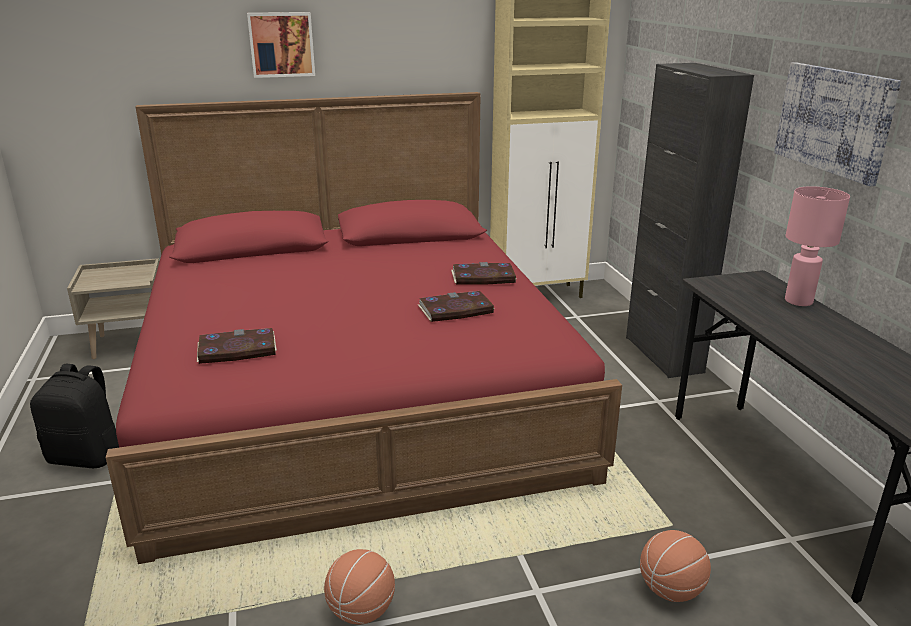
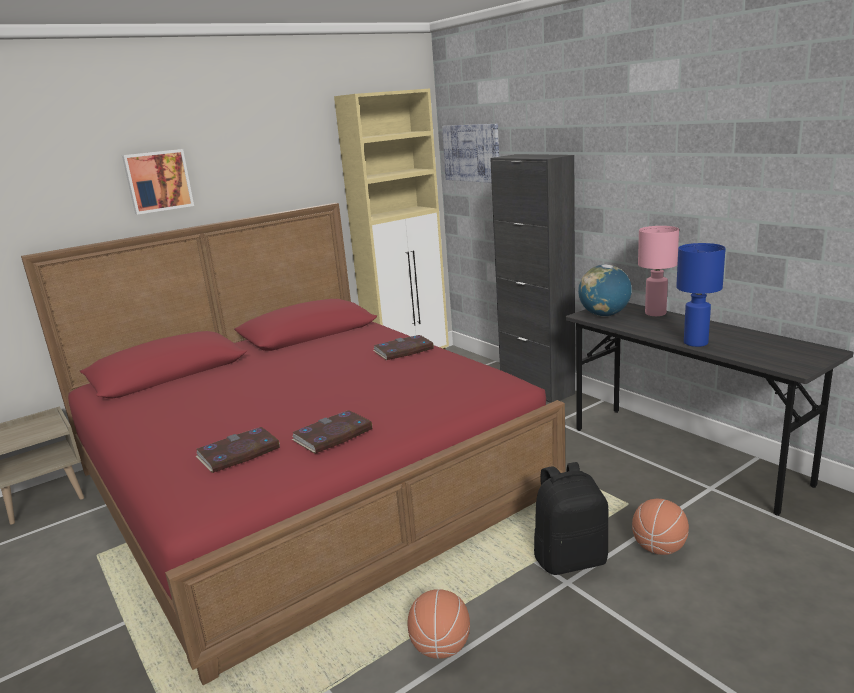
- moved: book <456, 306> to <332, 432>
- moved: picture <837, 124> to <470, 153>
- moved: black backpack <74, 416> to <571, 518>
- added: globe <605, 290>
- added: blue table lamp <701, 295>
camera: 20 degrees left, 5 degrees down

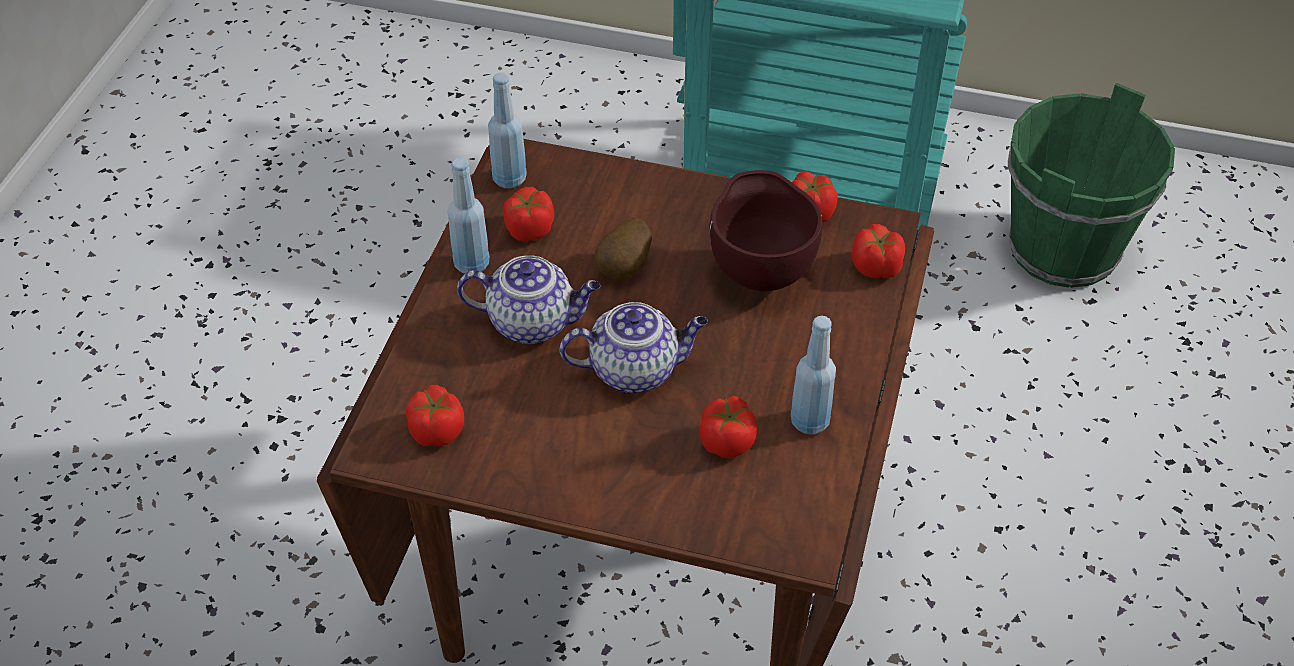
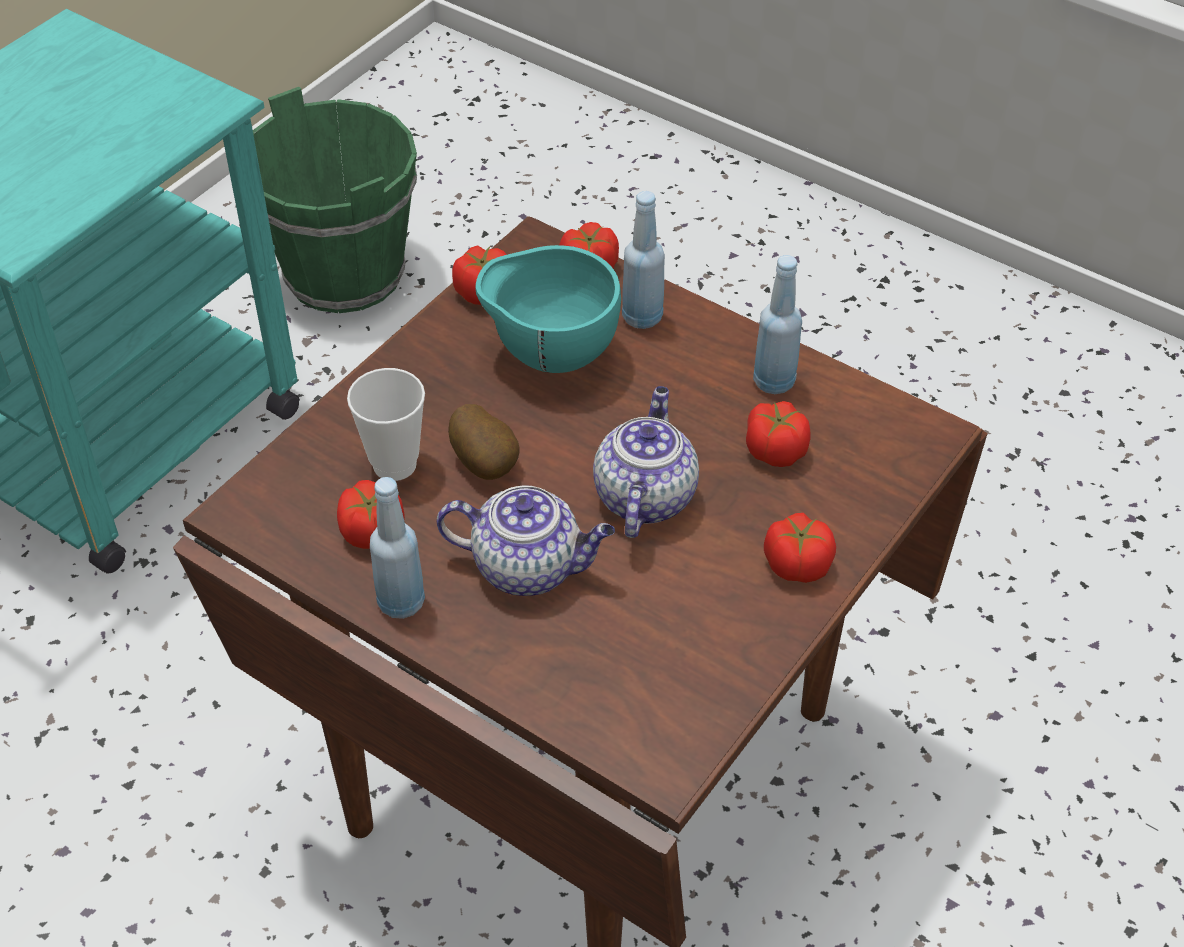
- added: cup <386, 424>
- turned: teapot <529, 299> = <526, 540> 75 degrees clockwise
- recoloured: brown bowl <766, 230> to turquoise bowl <548, 309>
- moved: blue bottle <507, 130> to <643, 260>
- moved: tomato <435, 416> to <800, 548>
camera: 70 degrees left, 0 degrees up

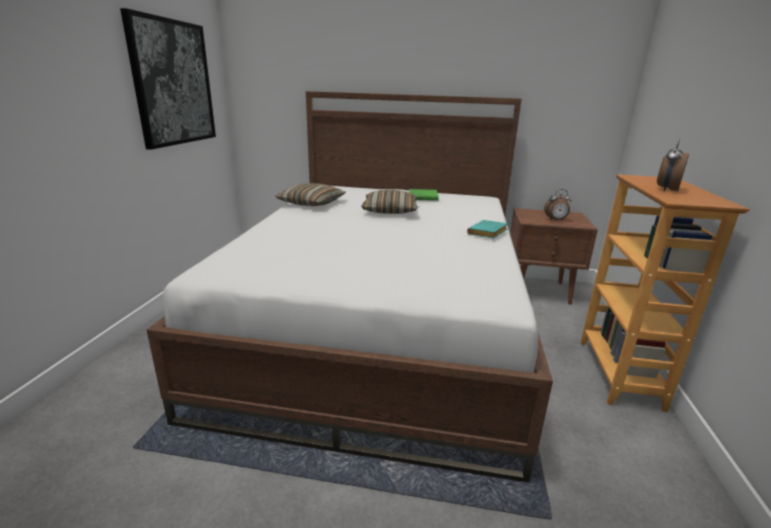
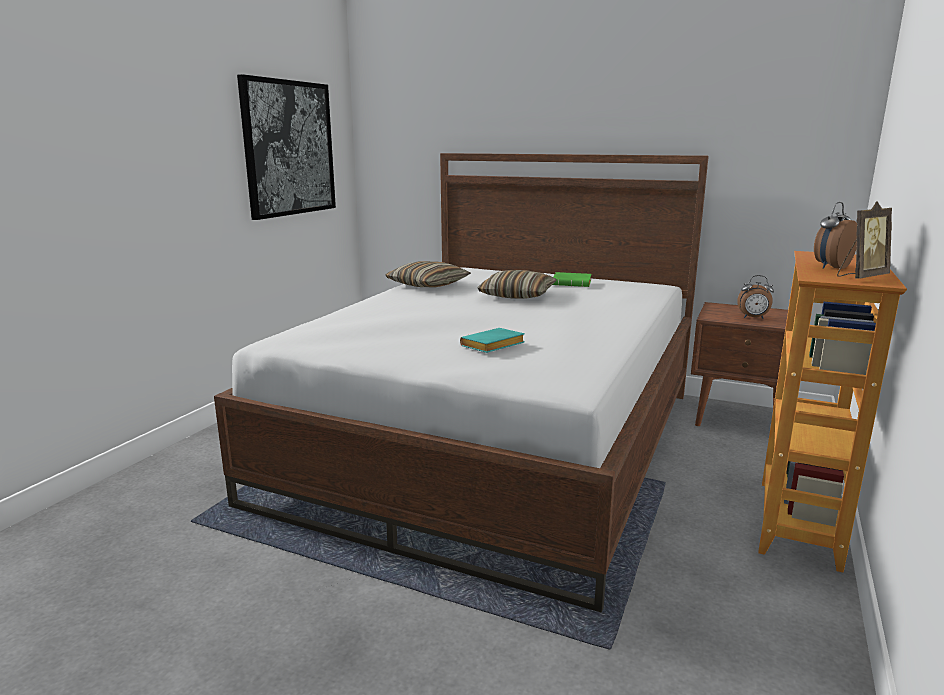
- moved: turquoise book <487, 229> to <492, 340>
- added: picture frame <864, 240>
camera: 15 degrees right, 5 degrees down

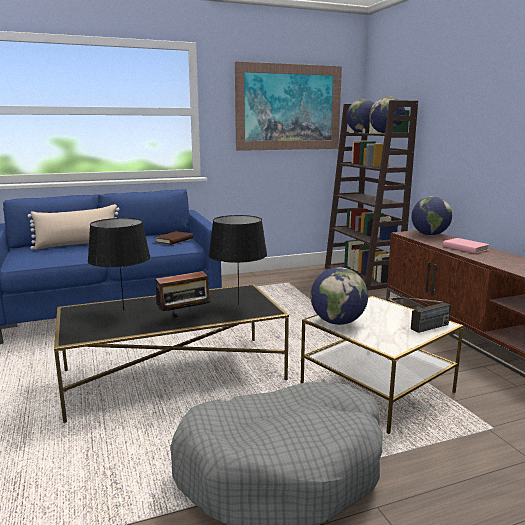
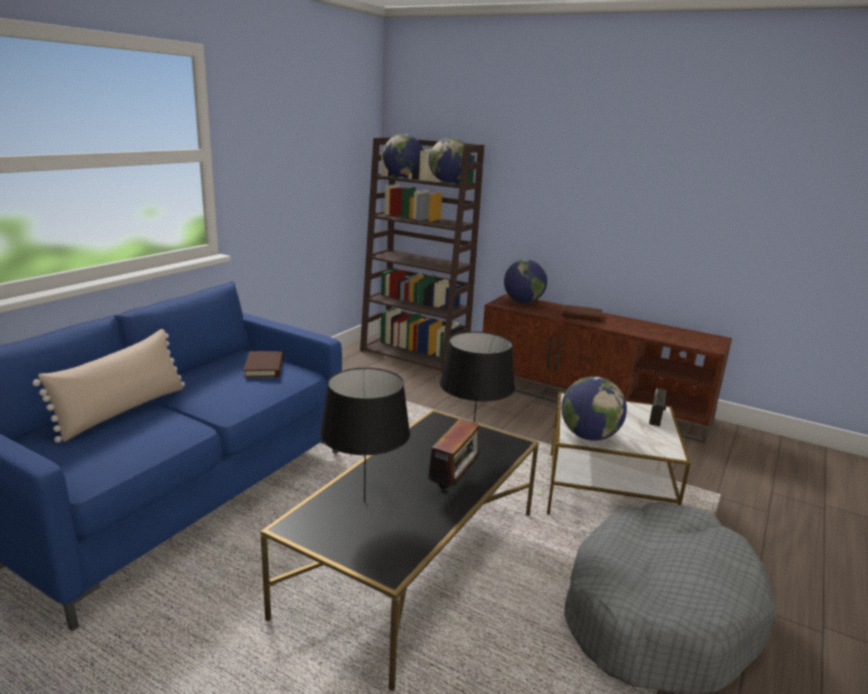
- recoloured: pink book <466, 246> to brown book <582, 313>
- removed: picture <288, 106>
camera: 40 degrees left, 5 degrees up

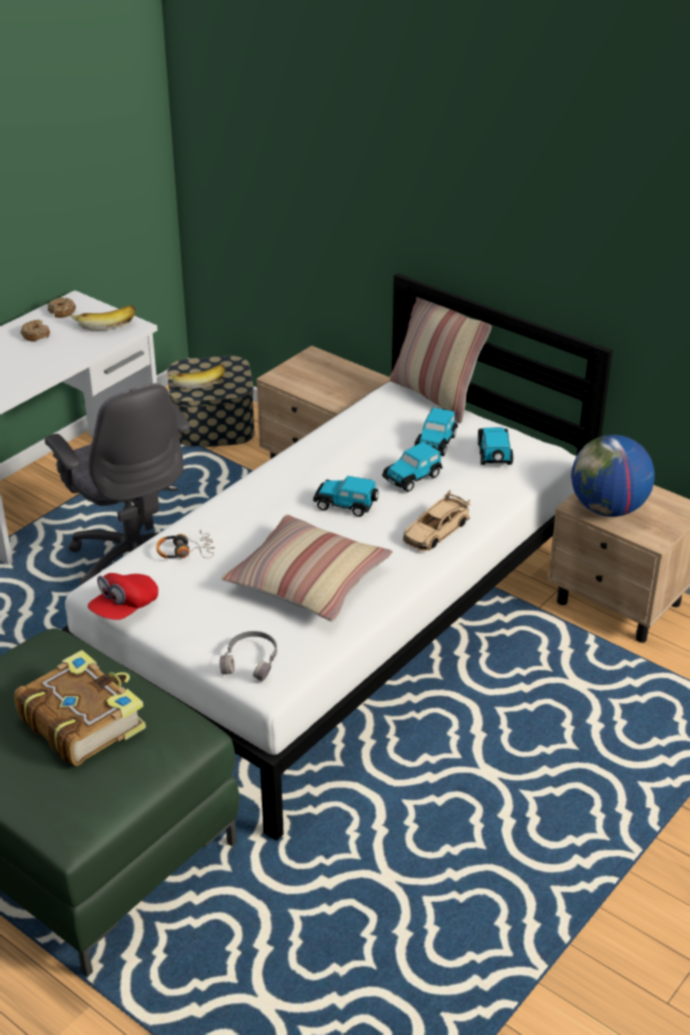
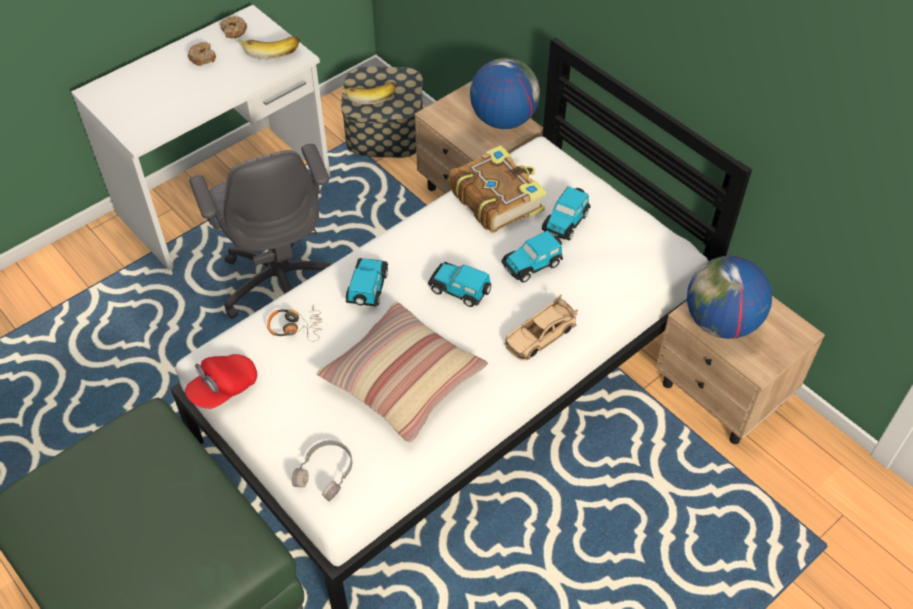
- moved: toy car <495, 446> to <367, 282>
- moved: book <80, 708> to <497, 189>
- added: globe <505, 93>
- removed: pillow <440, 360>
camera: 10 degrees right, 15 degrees up

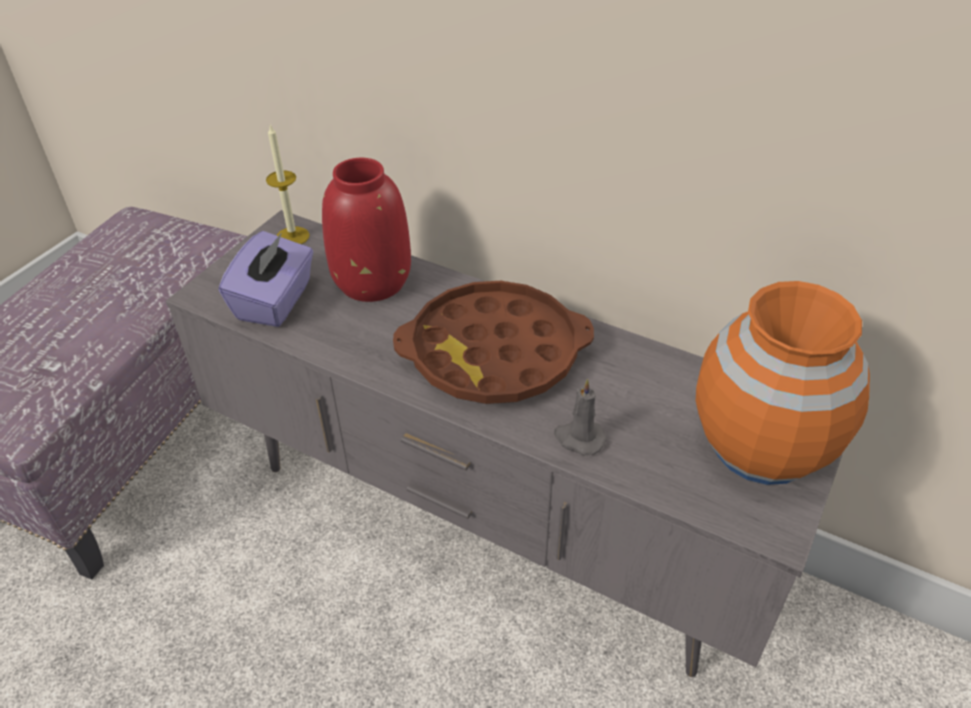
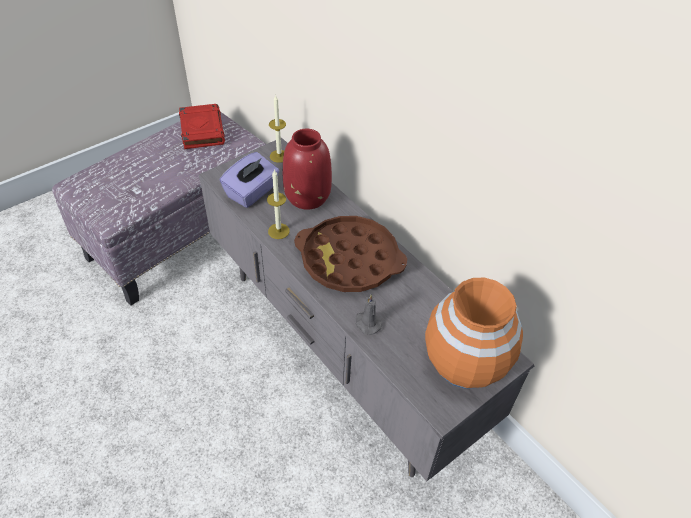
- added: red book <202, 126>
- added: candle <278, 204>
camera: 20 degrees right, 5 degrees up

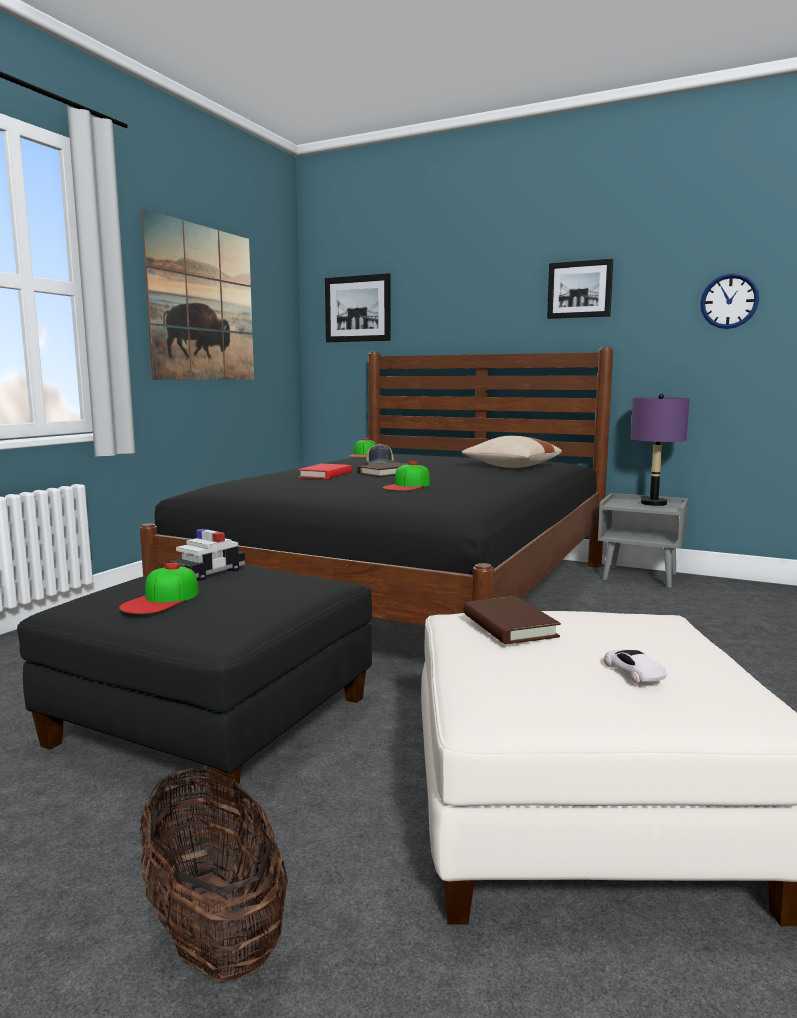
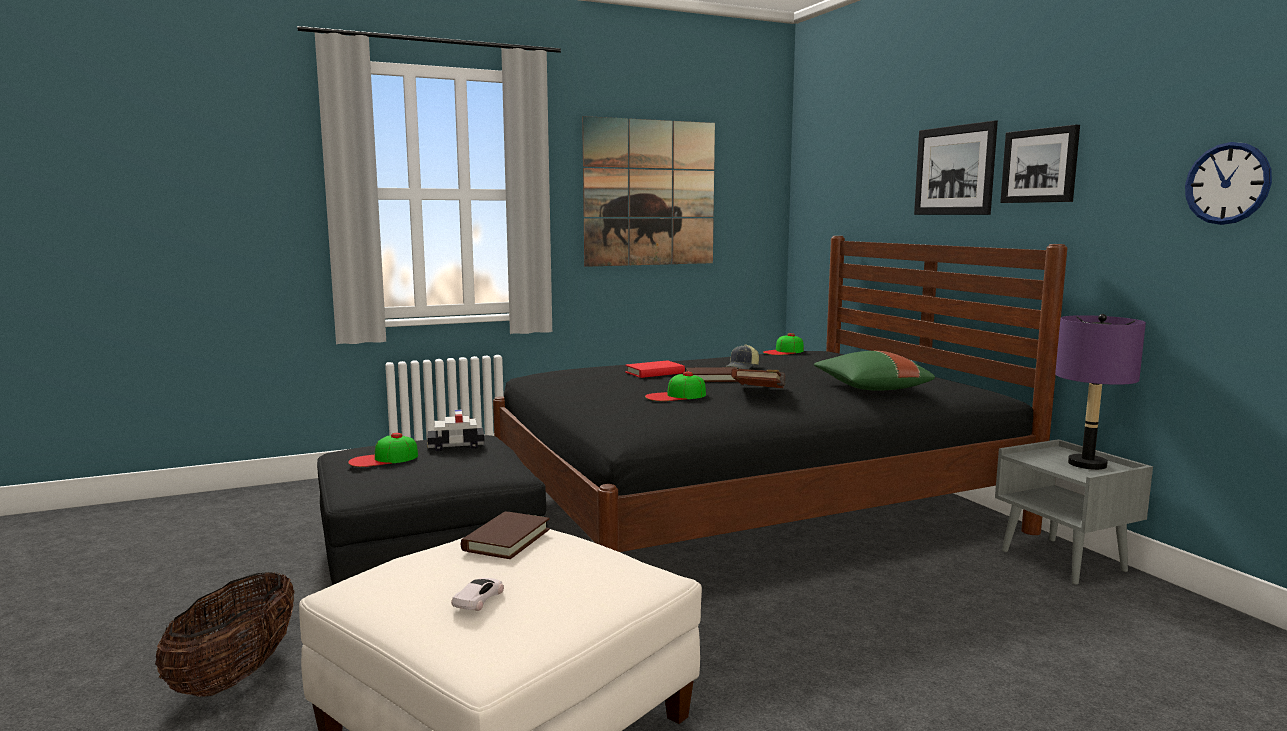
- added: brown book <758, 378>
- recoloured: beige pillow <511, 452> to green pillow <874, 370>
- moved: picture <358, 307> to <956, 167>
camera: 40 degrees right, 0 degrees up

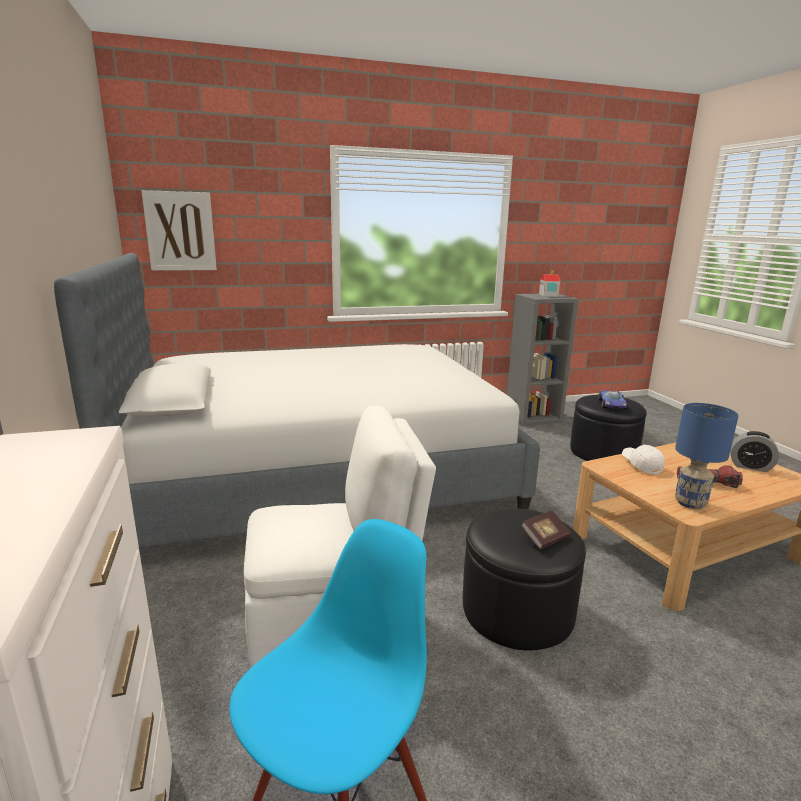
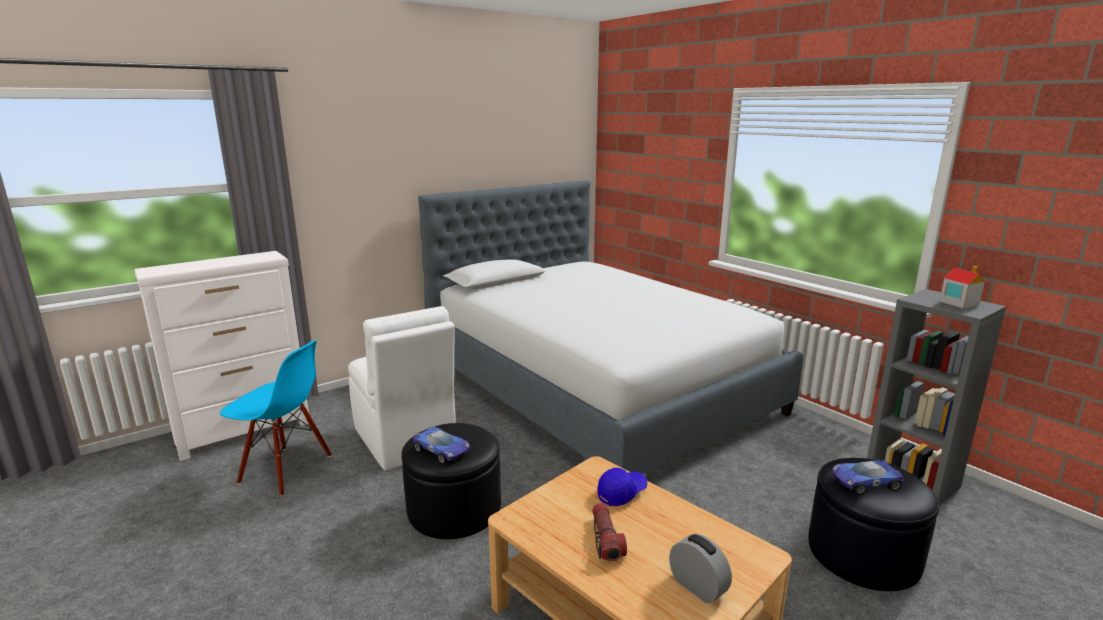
- replaced: book <546, 529> to toy car <441, 445>
- recoloured: white cap <643, 459> to blue cap <622, 487>
- turned: alarm clock <754, 451> = <700, 568> 135 degrees clockwise
- removed: picture <179, 230>
- removed: blue table lamp <707, 456>
camera: 70 degrees right, 0 degrees up

